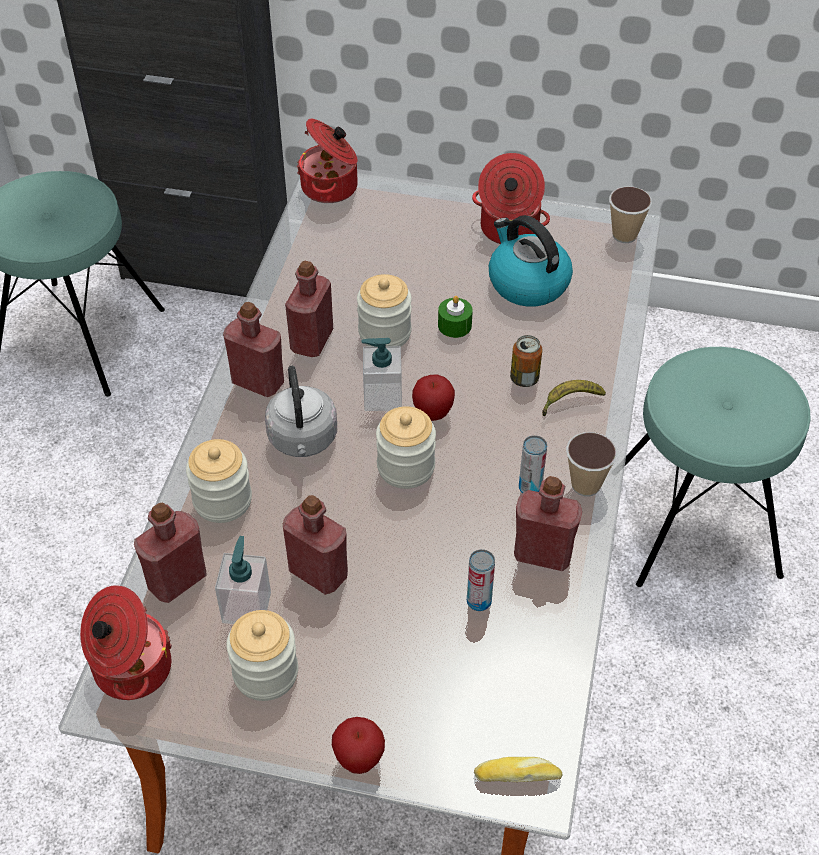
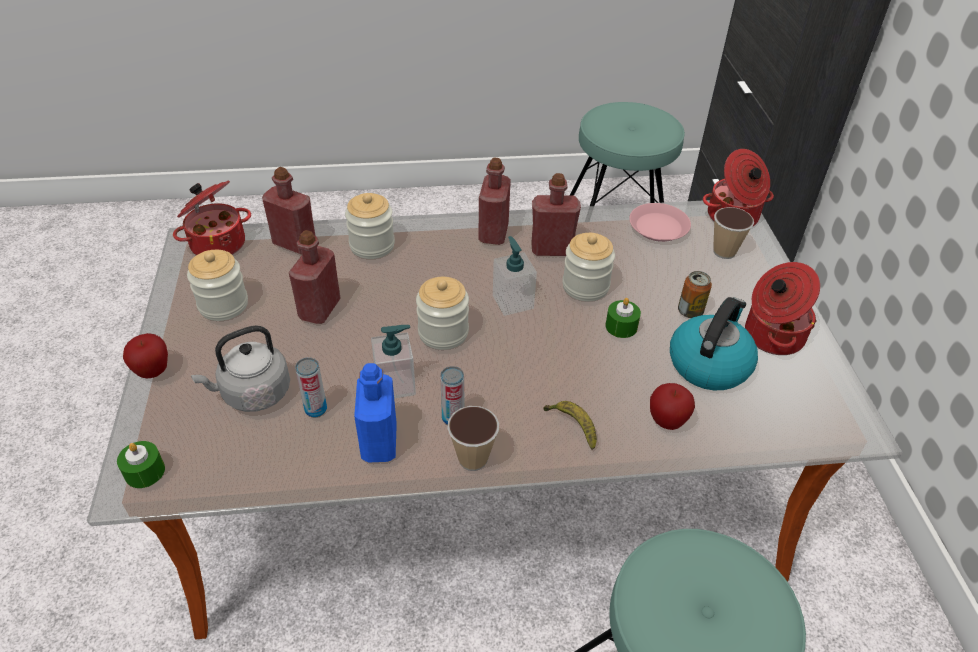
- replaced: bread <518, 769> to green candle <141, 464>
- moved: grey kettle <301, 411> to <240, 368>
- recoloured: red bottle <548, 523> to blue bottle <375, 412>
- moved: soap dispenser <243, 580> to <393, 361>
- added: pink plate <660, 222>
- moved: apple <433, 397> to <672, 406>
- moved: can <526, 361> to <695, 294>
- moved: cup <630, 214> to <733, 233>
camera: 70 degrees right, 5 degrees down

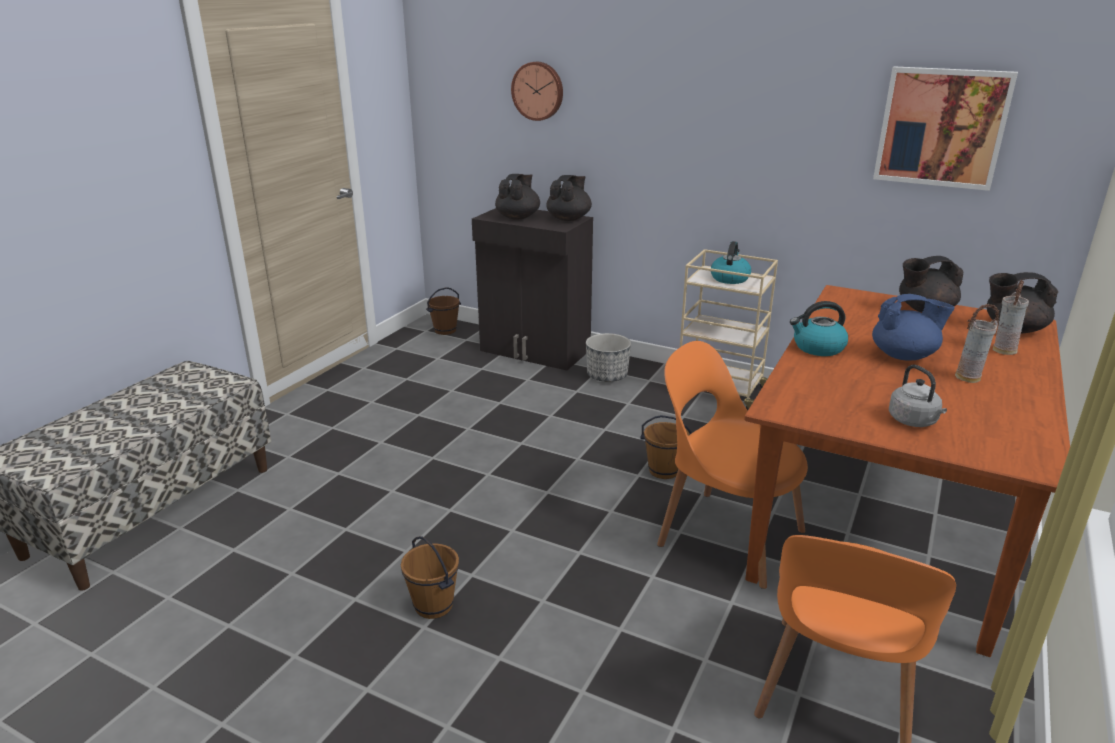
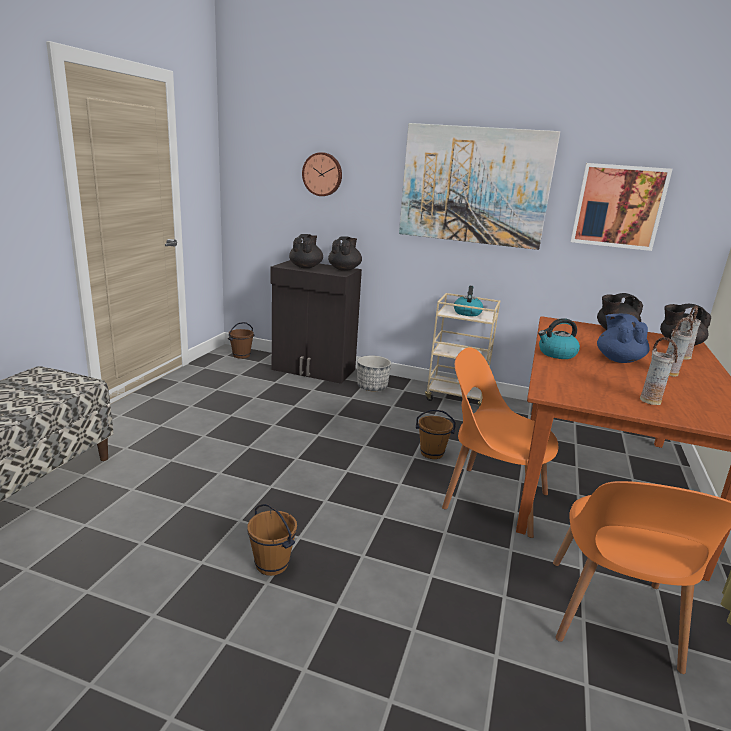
- added: picture <479, 186>
- turned: blue teapot <913, 327> = <623, 338> 90 degrees counterclockwise
- replaced: grey kettle <918, 395> to vase <659, 371>
camera: 10 degrees left, 5 degrees down

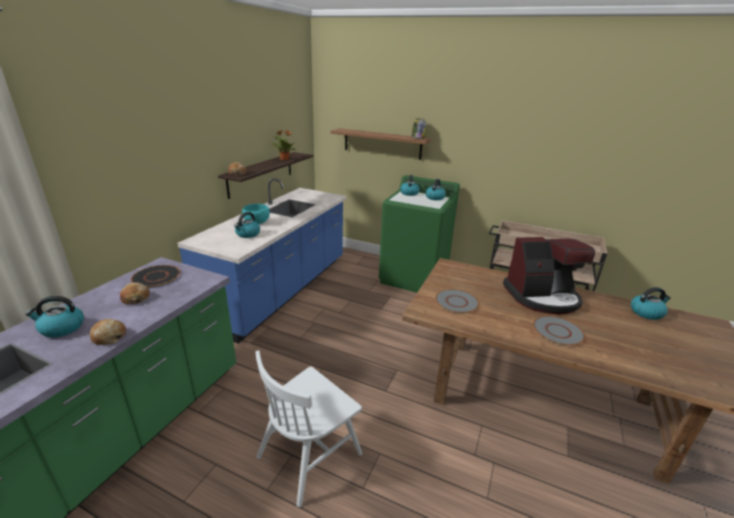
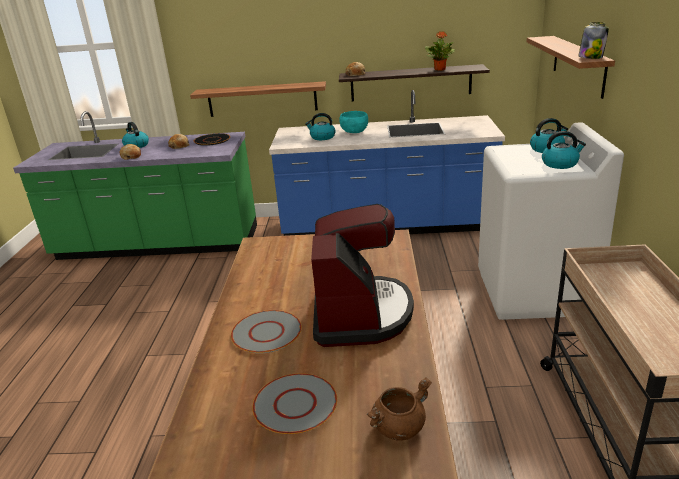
- added: shelf <258, 99>
- moved: grey plate <457, 301> to <294, 403>
- turned: coffee machine <549, 275> = <362, 275> 150 degrees counterclockwise
- replaced: kettle <651, 303> to brown cooking pot <399, 409>
- recoloured: green washing machine <419, 234> to white washing machine <551, 221>
- removed: white chair <309, 428>
camera: 70 degrees right, 0 degrees up

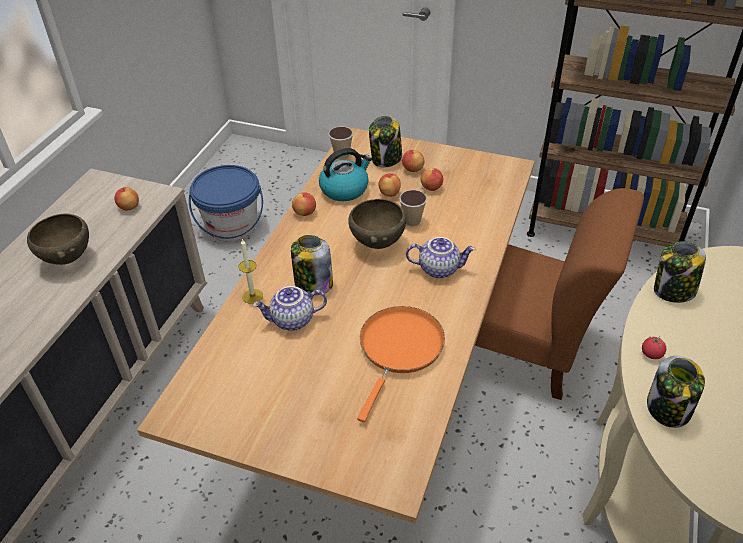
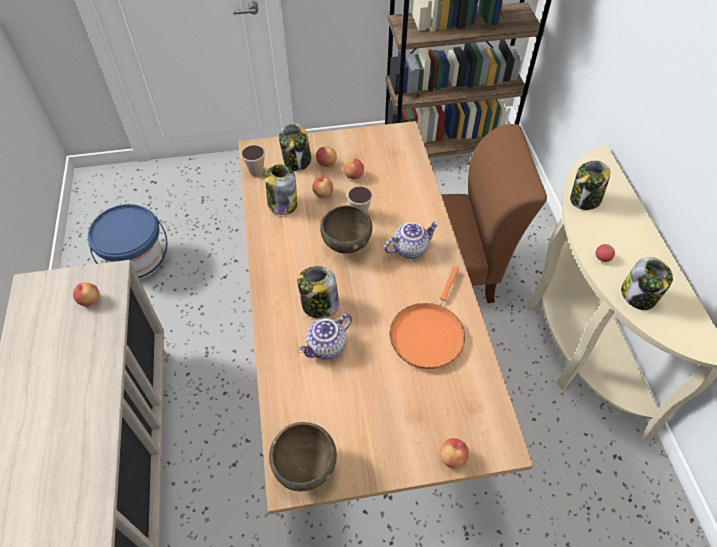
- replaced: kettle <345, 174> to jar <281, 189>
- moved: brown bowl <58, 239> to <303, 457>
- turned: orange frying pan <401, 364> = <427, 317> 150 degrees counterclockwise
- moved: apple <304, 204> to <454, 453>
- removed: candle <250, 271>
camera: 30 degrees left, 10 degrees up

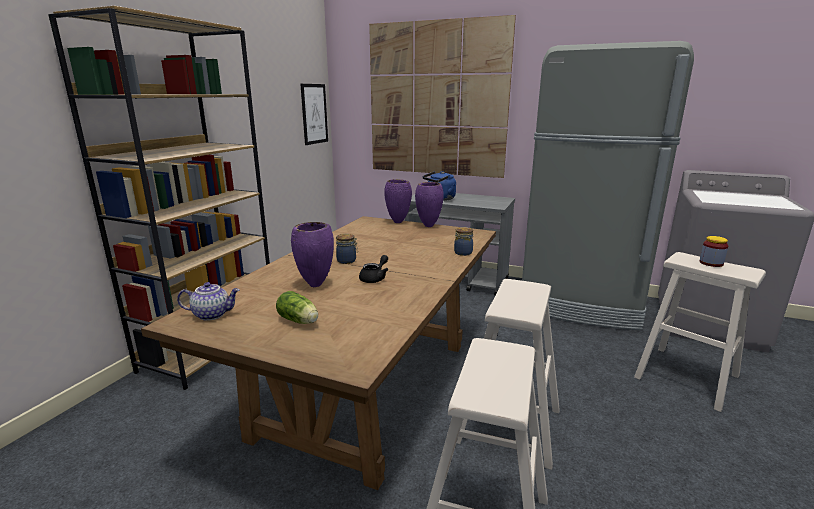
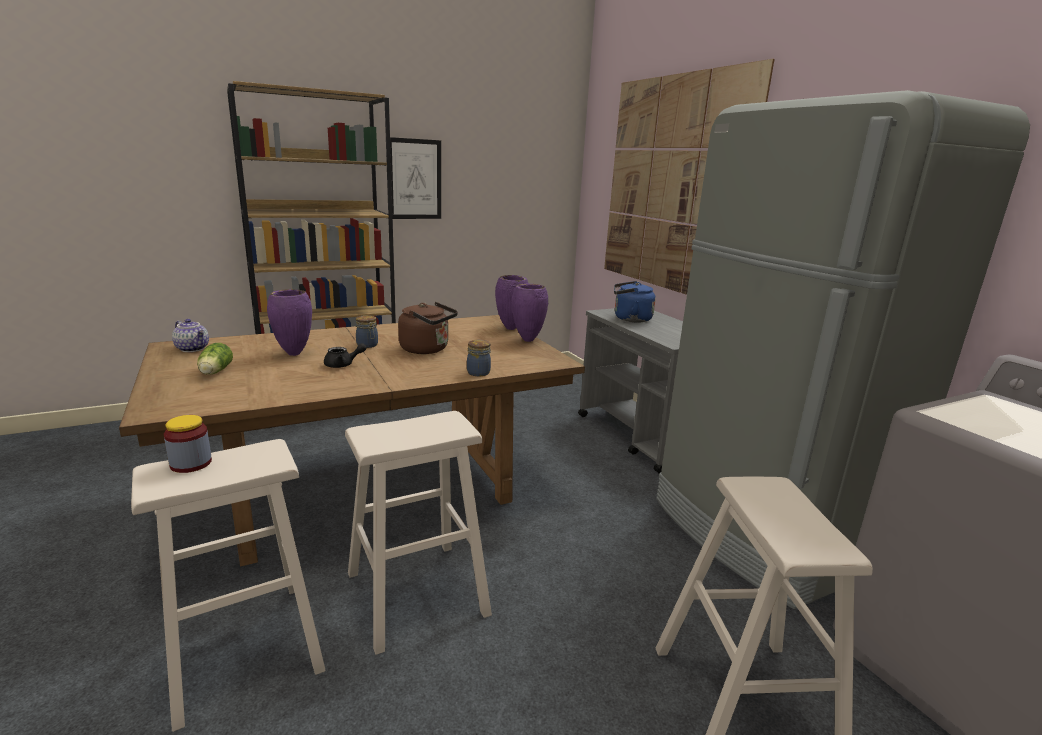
- moved: jar <713, 251> to <188, 444>
- moved: picture <314, 114> to <415, 178>
- added: brown kettle <428, 328>
camera: 40 degrees right, 0 degrees up

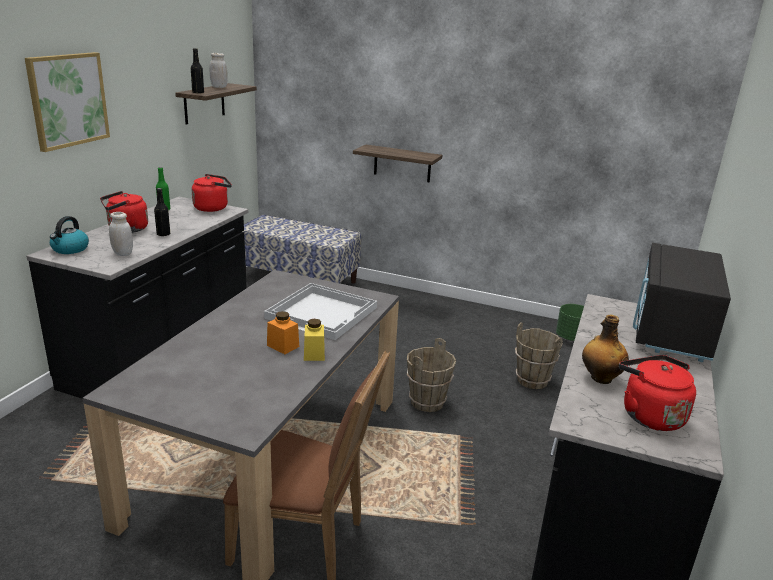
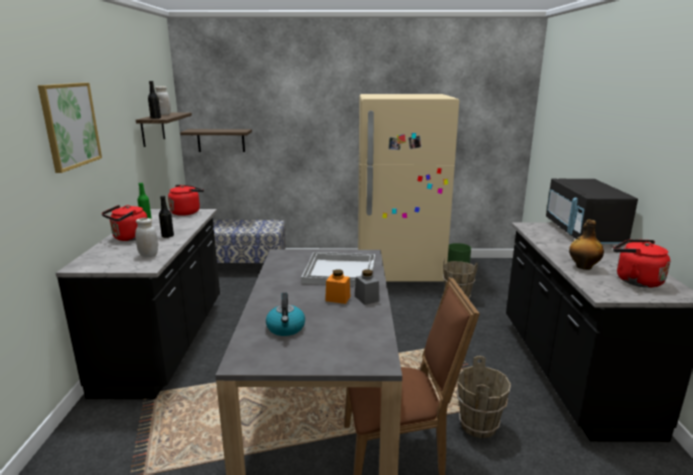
- moved: shelf <397, 163> to <216, 140>
- moved: kettle <69, 235> to <285, 314>
- recoloured: yellow jar <314, 340> to grey jar <367, 287>
- added: beige fridge <408, 188>
- moved: brown bucket <431, 375> to <484, 397>
camera: 20 degrees left, 5 degrees down

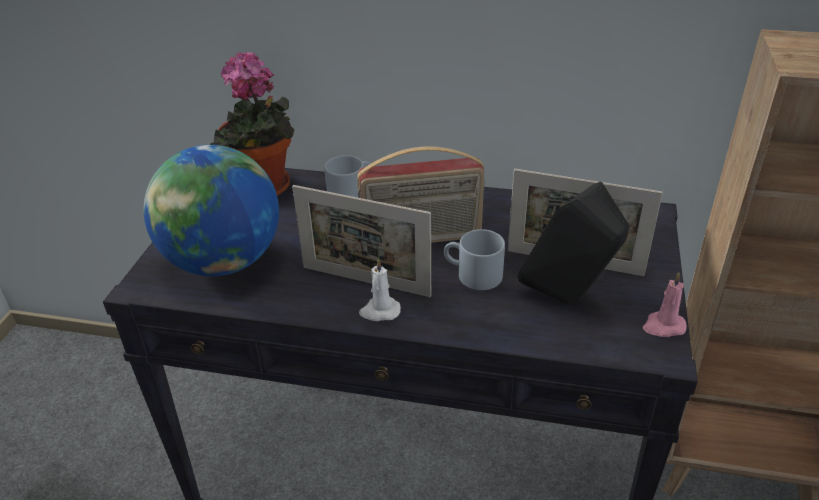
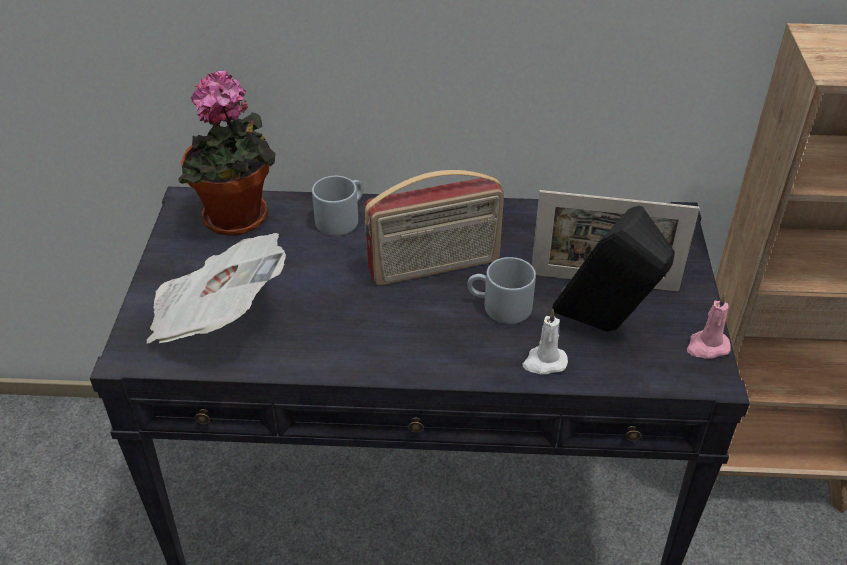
- replaced: globe <211, 210> to newspaper <216, 288>
- moved: white candle <380, 289> to <545, 342>
- removed: picture frame <361, 241>
camera: 10 degrees left, 5 degrees up

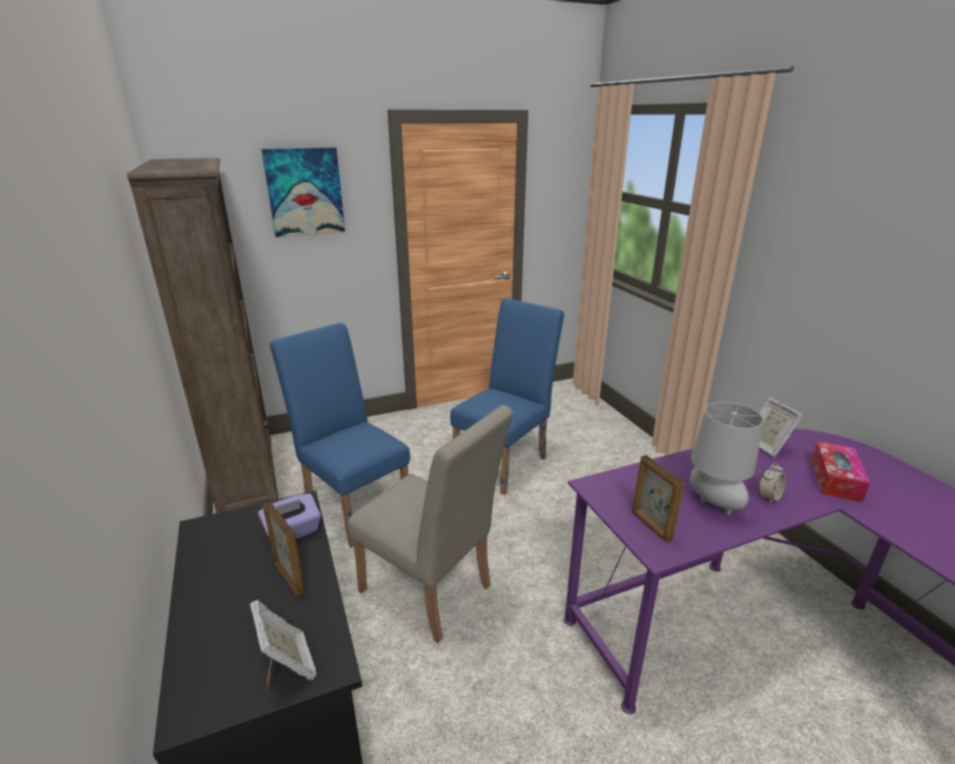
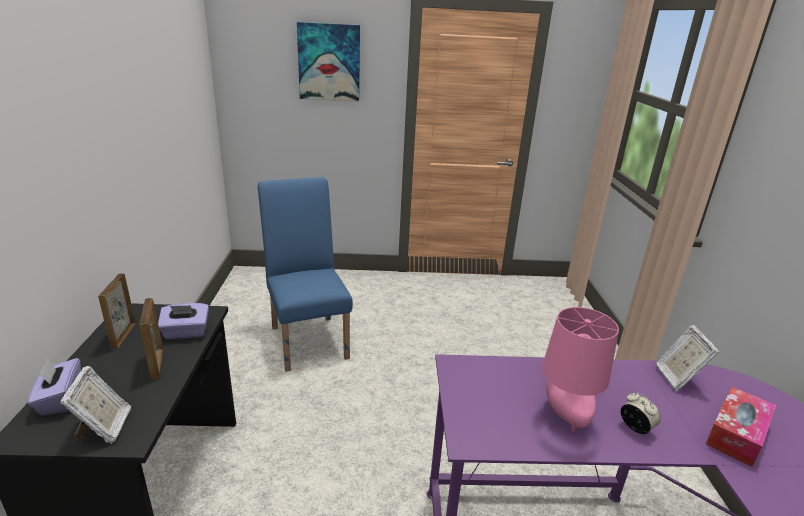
- added: purple tissue box <54, 387>
- moved: picture frame <658, 499> to <117, 310>
- recoloured: grey table lamp <727, 459> to pink table lamp <580, 369>
- turned: alarm clock <772, 483> = <641, 413> 105 degrees counterclockwise
- removed: brown bookcase <202, 335>
- removed: beige chair <430, 524>
- removed: blue chair <507, 396>
camera: 20 degrees right, 0 degrees up

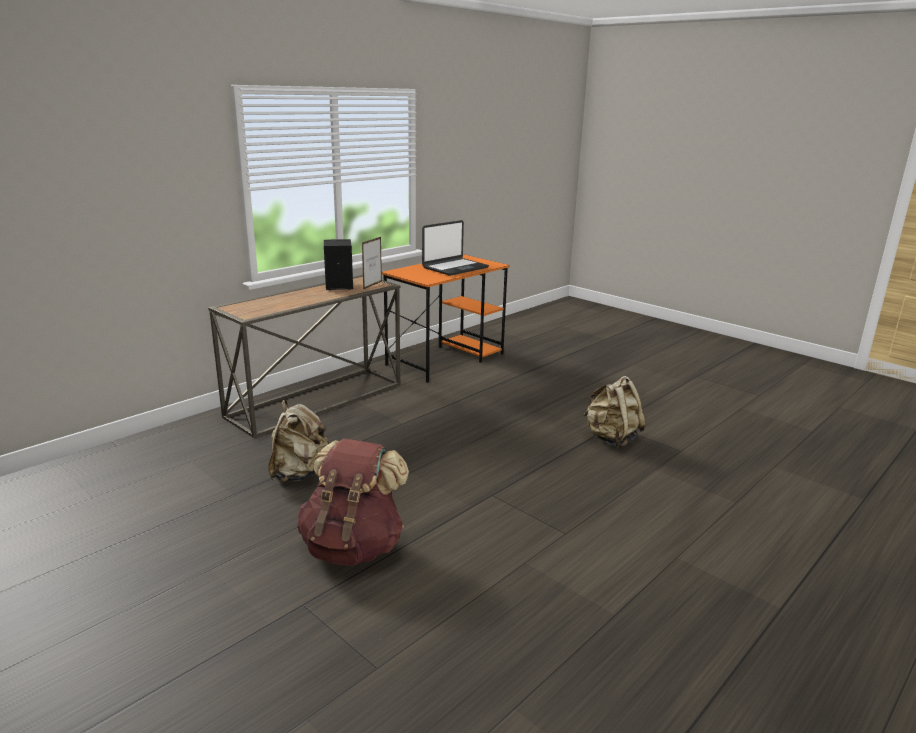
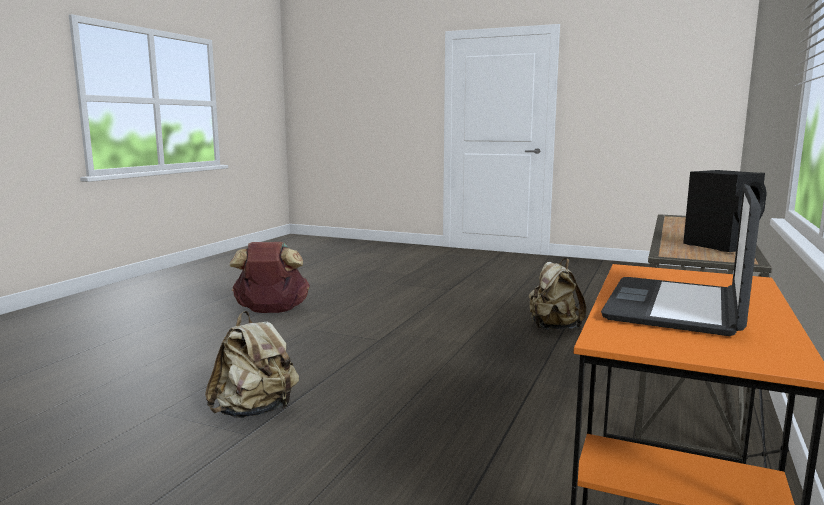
- moved: brown backpack <353, 502> to <270, 277>
- removed: picture frame <372, 263>
camera: 160 degrees right, 10 degrees down

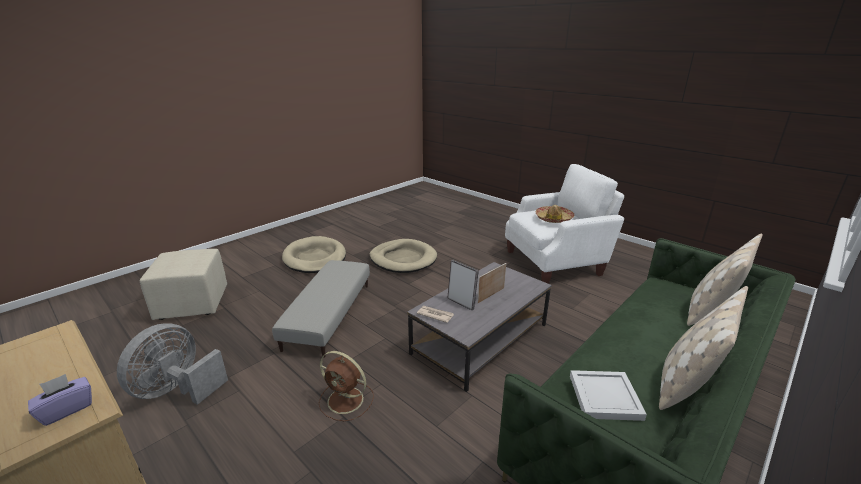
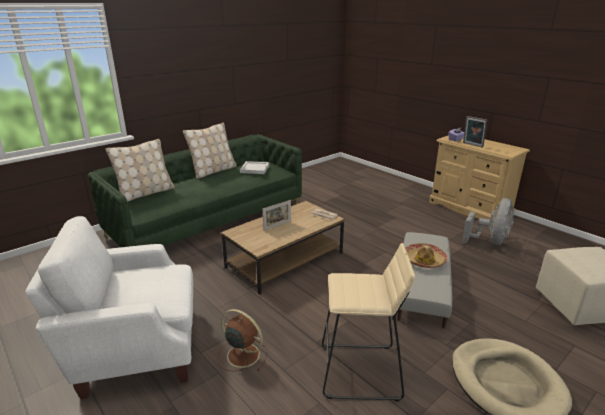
- moved: brown fan <346, 386> to <242, 340>
- recoloured: grey coffee table <479, 327> to brown coffee table <283, 248>
- replaced: beige dog bed <403, 256> to beige stool <368, 322>
- moved: hat <555, 214> to <426, 255>
- moved: picture frame <463, 285> to <475, 131>
camera: 175 degrees left, 0 degrees up

